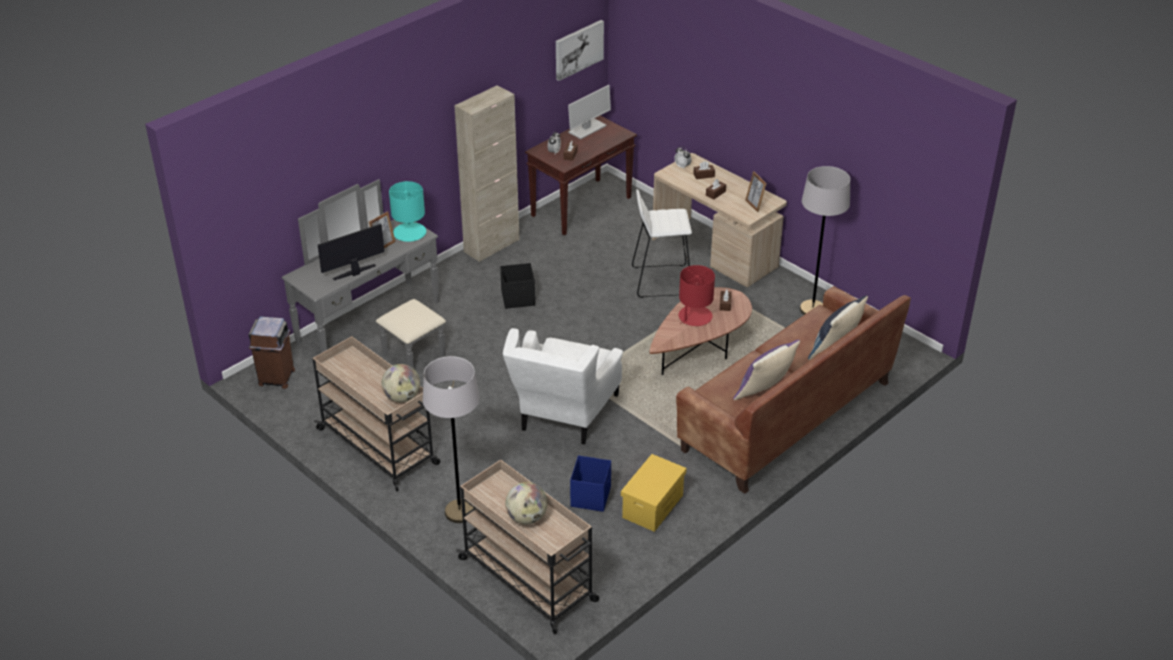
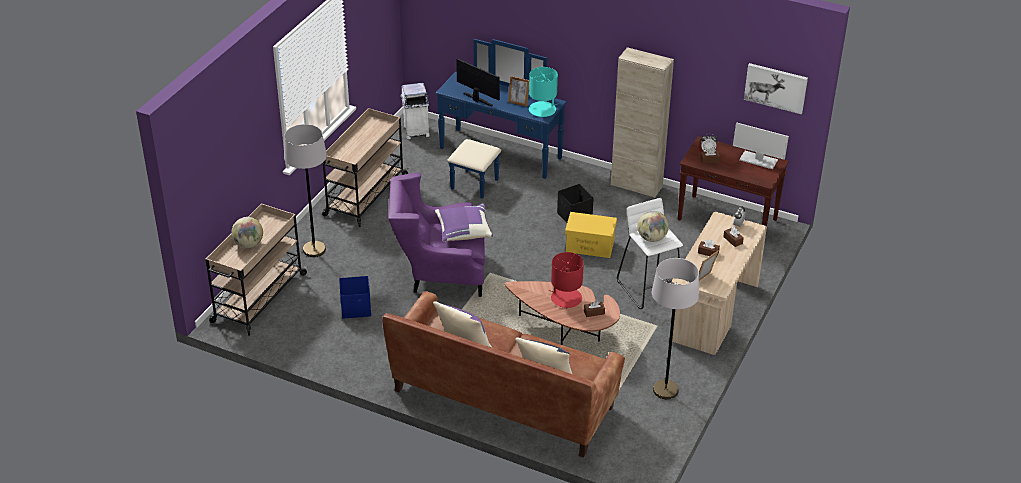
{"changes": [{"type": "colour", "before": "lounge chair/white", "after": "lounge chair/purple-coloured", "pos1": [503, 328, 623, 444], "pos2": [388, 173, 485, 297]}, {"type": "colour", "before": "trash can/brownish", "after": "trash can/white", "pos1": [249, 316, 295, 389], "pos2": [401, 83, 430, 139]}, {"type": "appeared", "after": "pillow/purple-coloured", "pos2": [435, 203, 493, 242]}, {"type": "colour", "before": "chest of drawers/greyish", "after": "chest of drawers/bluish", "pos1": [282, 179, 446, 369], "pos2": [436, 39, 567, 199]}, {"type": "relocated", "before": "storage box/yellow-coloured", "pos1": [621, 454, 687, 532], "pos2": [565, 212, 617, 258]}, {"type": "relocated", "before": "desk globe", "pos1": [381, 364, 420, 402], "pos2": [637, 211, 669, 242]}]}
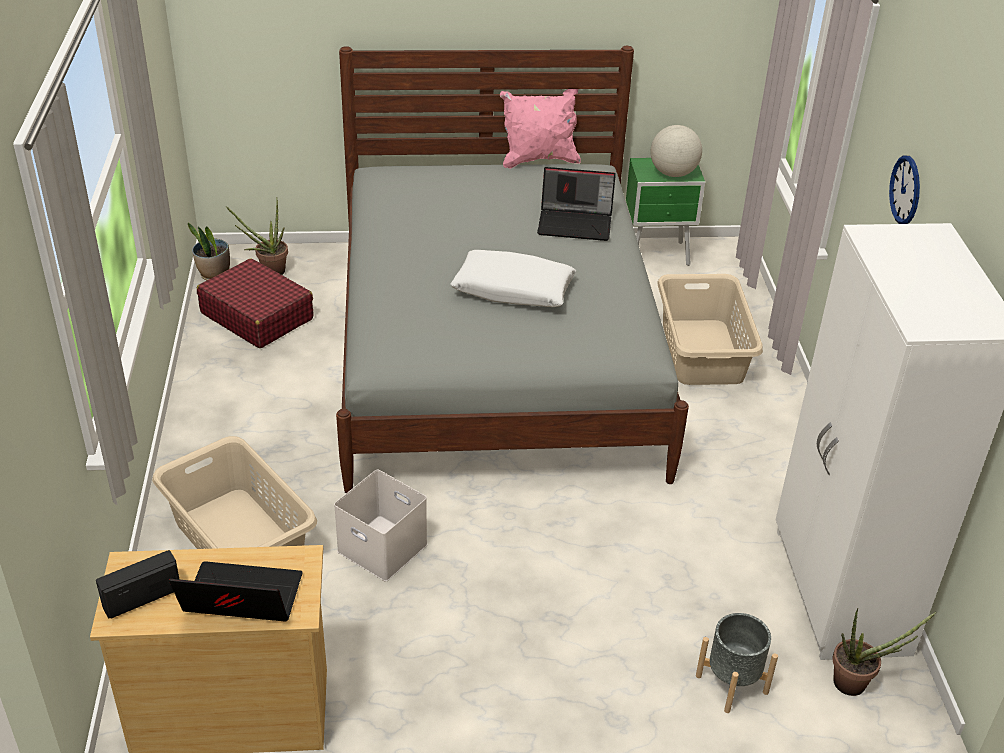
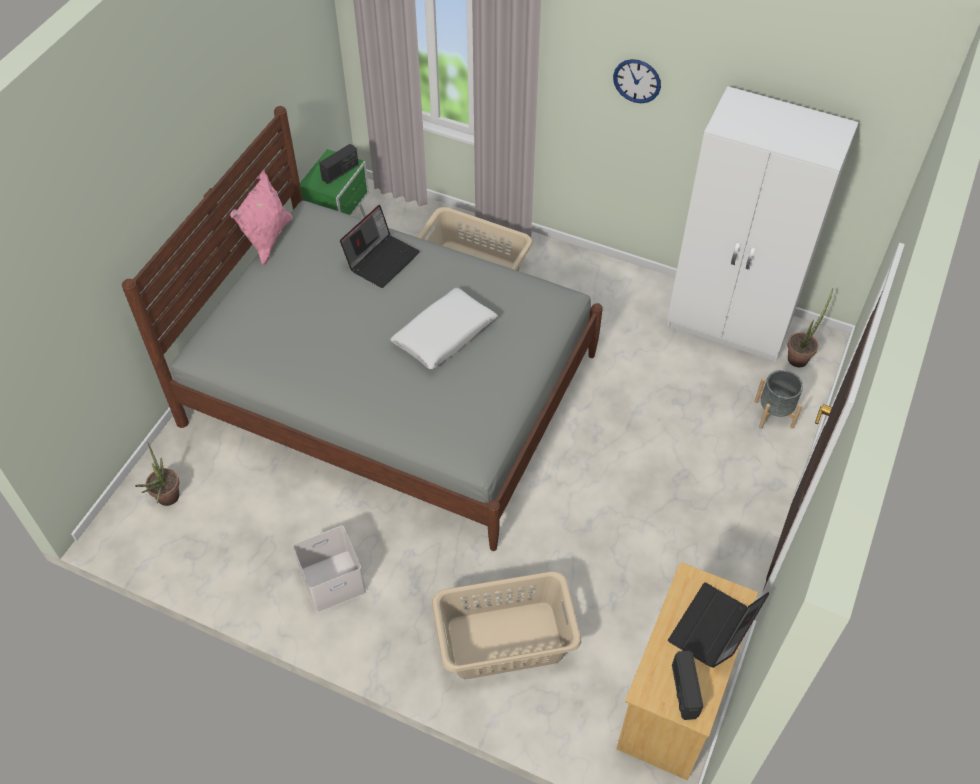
{"changes": [{"type": "relocated", "before": "storage box/white", "pos1": [334, 469, 428, 581], "pos2": [293, 526, 366, 613]}, {"type": "exchanged", "before": "desk globe", "after": "radio set", "pos1": [650, 125, 702, 177], "pos2": [319, 144, 359, 184]}, {"type": "missing", "before": "potted plant", "pos1": [188, 223, 230, 280]}, {"type": "missing", "before": "travel case/red", "pos1": [197, 258, 313, 348]}]}
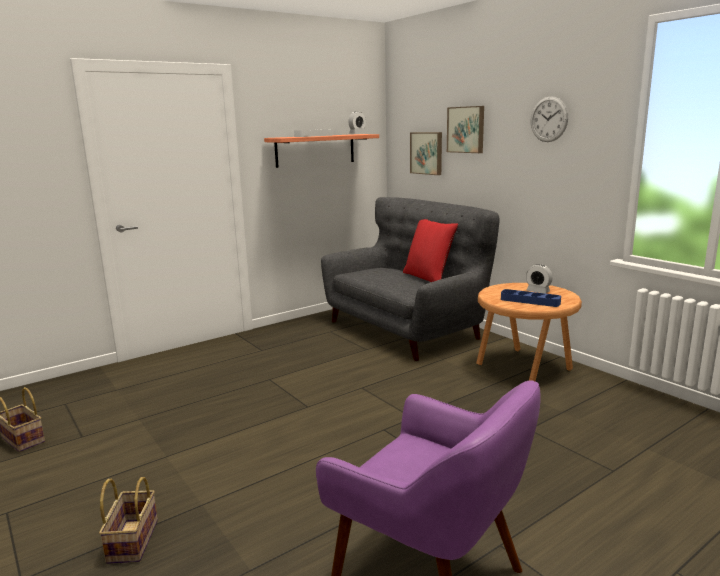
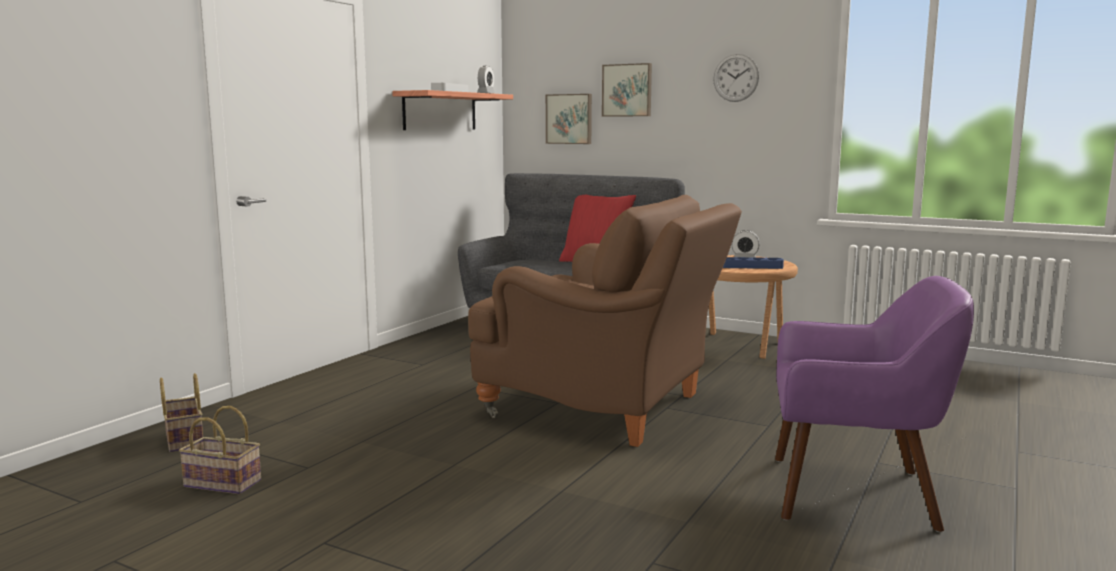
{"changes": [{"type": "relocated", "before": "basket", "pos1": [99, 477, 158, 564], "pos2": [160, 373, 203, 452]}, {"type": "appeared", "after": "lounge chair/brownish", "pos2": [468, 195, 742, 447]}]}
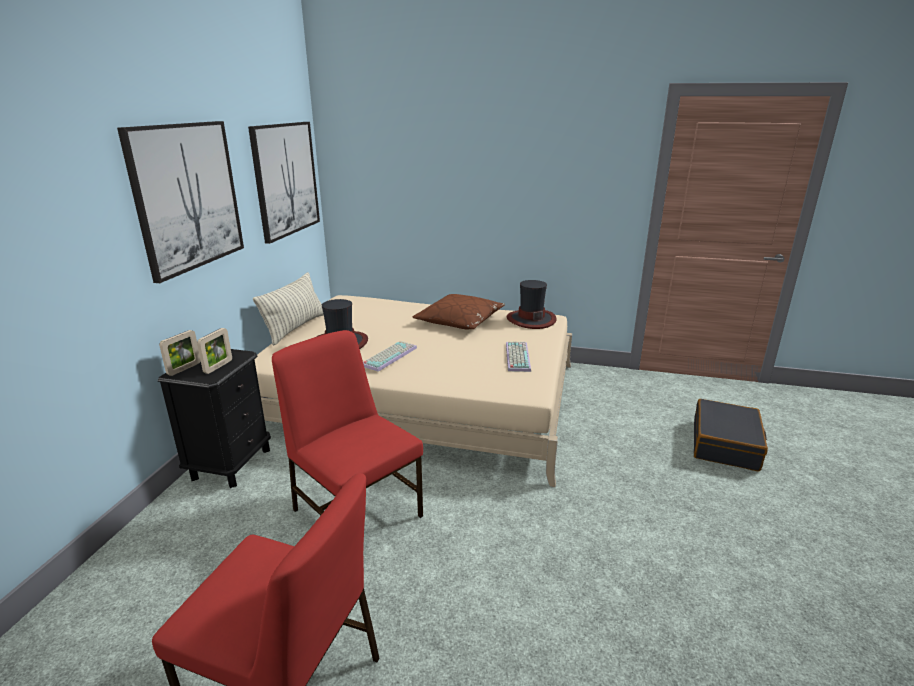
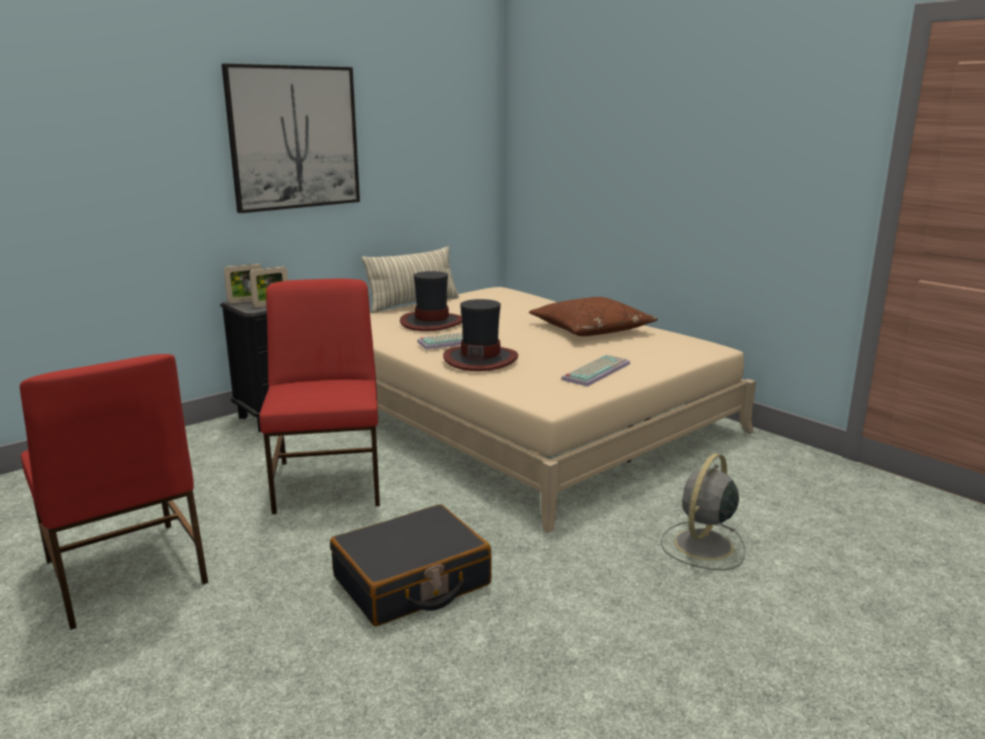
{"changes": [{"type": "relocated", "before": "travel case/black-coloured", "pos1": [694, 399, 768, 472], "pos2": [330, 504, 492, 626]}, {"type": "relocated", "before": "hat", "pos1": [507, 280, 557, 329], "pos2": [443, 299, 518, 371]}, {"type": "appeared", "after": "cooling fan/greyish", "pos2": [660, 453, 745, 570]}, {"type": "missing", "before": "wall art", "pos1": [248, 122, 320, 244]}]}
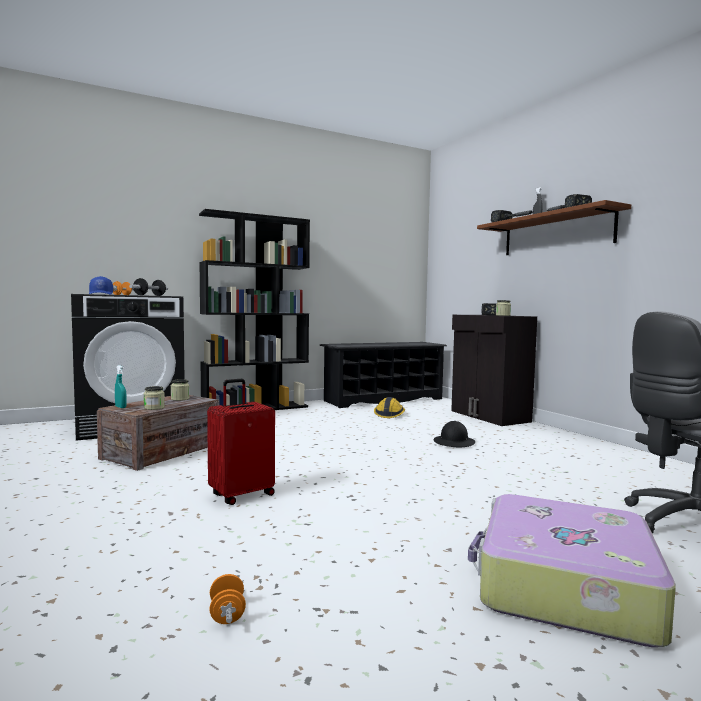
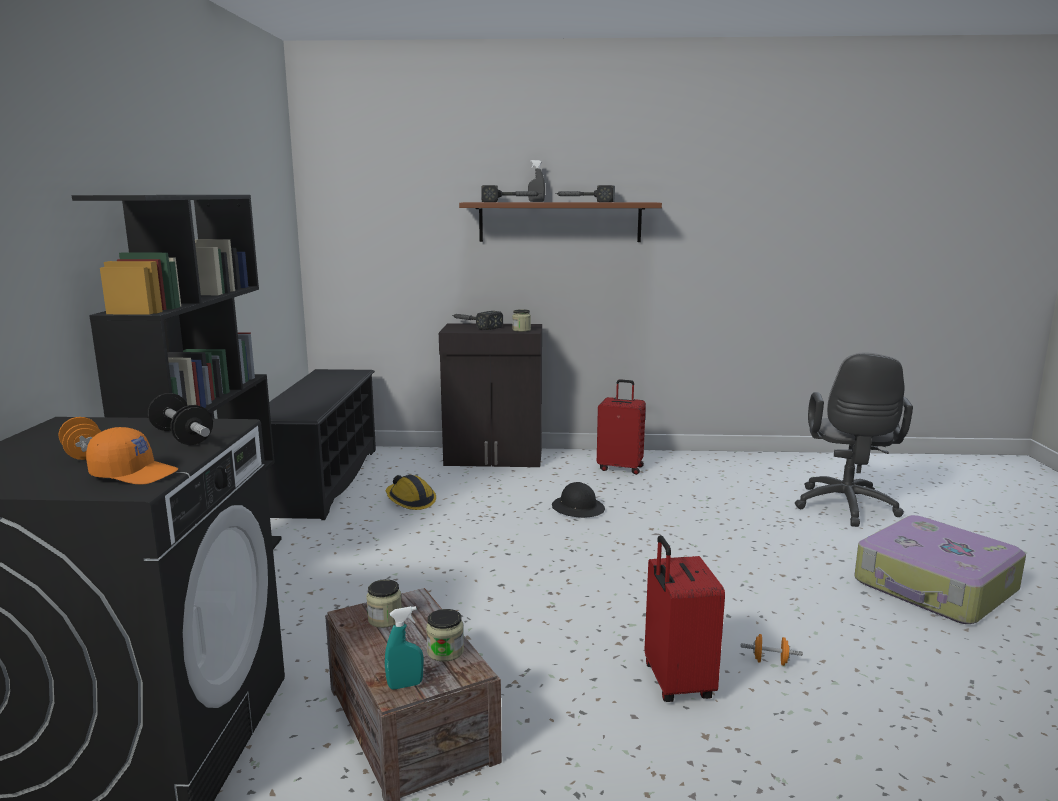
{"changes": [{"type": "colour", "before": "cap/bluish", "after": "cap/orange-coloured", "pos1": [89, 276, 113, 295], "pos2": [86, 427, 178, 484]}, {"type": "appeared", "after": "travel case/red", "pos2": [597, 379, 646, 475]}, {"type": "relocated", "before": "hand weight/orange-coloured", "pos1": [209, 574, 246, 624], "pos2": [741, 634, 803, 666]}]}
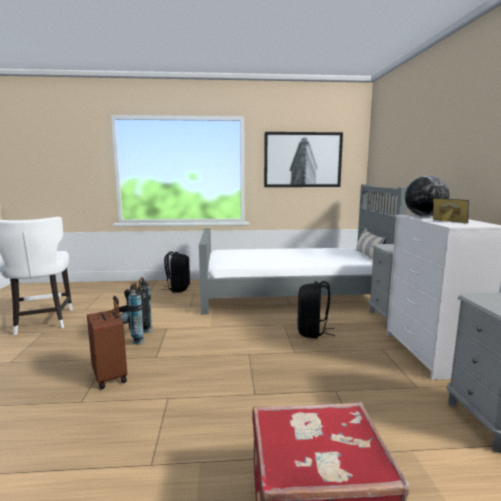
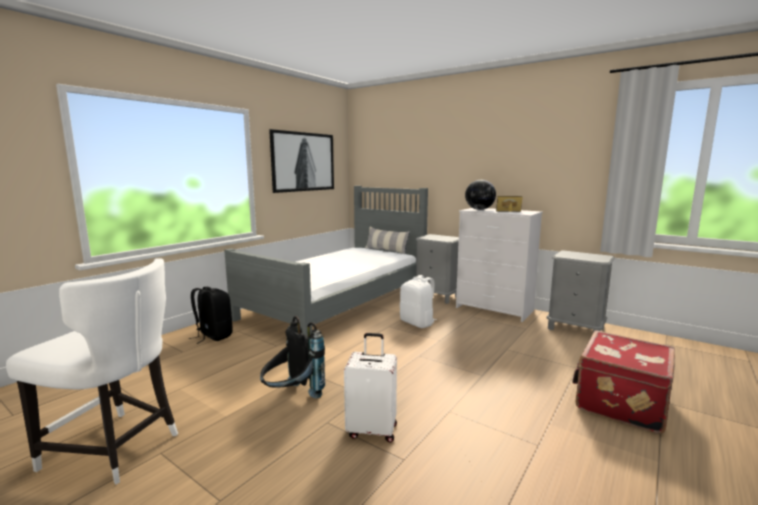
{"changes": [{"type": "colour", "before": "travel case/brownish", "after": "travel case/white", "pos1": [87, 296, 127, 389], "pos2": [344, 333, 397, 442]}, {"type": "colour", "before": "knapsack/black-coloured", "after": "knapsack/white", "pos1": [298, 281, 335, 338], "pos2": [400, 275, 437, 328]}]}
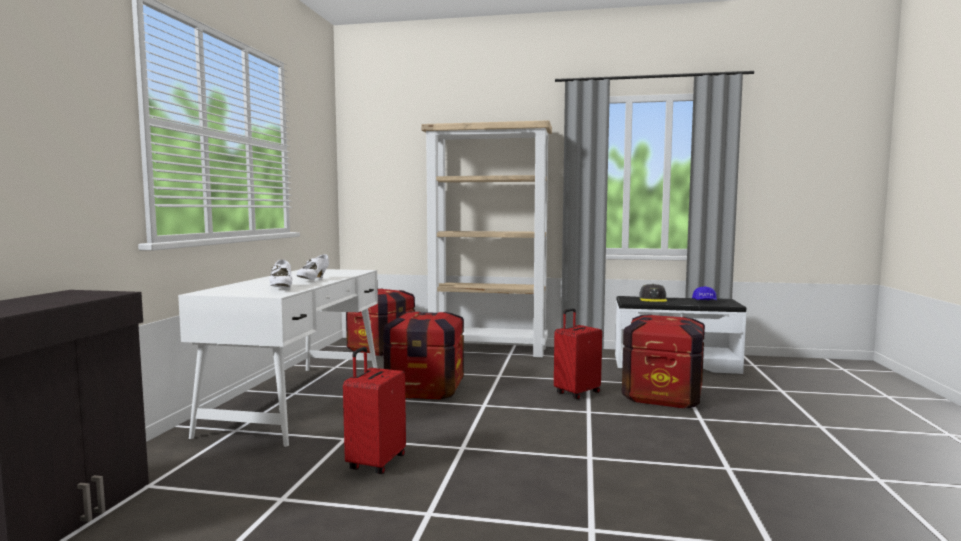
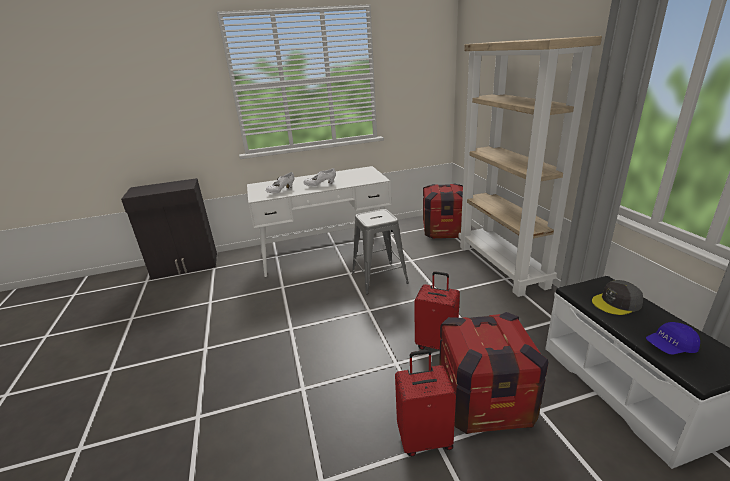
{"changes": [{"type": "exchanged", "before": "crate", "after": "stool/greyish", "pos1": [383, 311, 464, 399], "pos2": [352, 209, 409, 294]}, {"type": "relocated", "before": "travel case/red", "pos1": [343, 347, 406, 474], "pos2": [395, 350, 456, 456]}]}
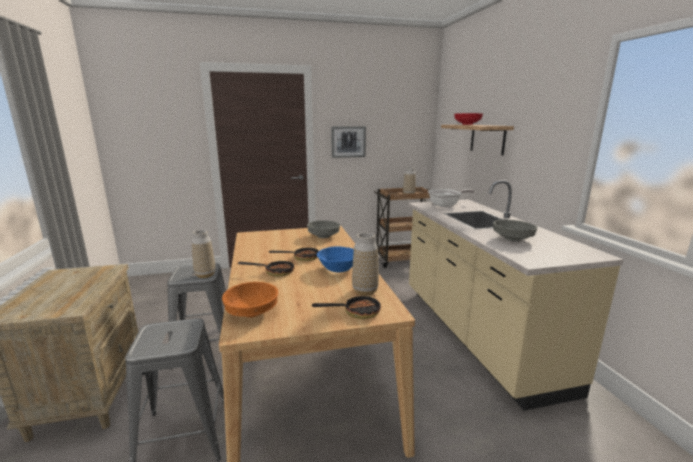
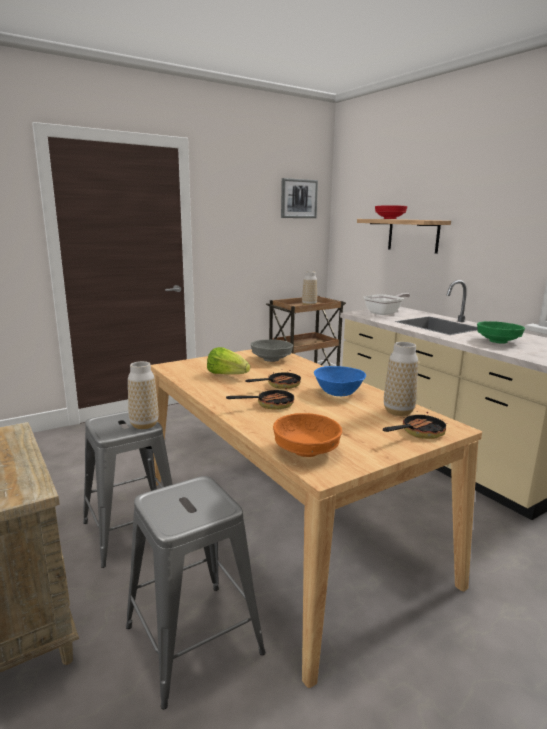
{"changes": [{"type": "appeared", "after": "lettuce head", "pos2": [207, 347, 250, 374]}, {"type": "relocated", "before": "wall art", "pos1": [331, 126, 366, 158], "pos2": [281, 178, 318, 218]}, {"type": "colour", "before": "deep dish/greyish", "after": "deep dish/green-coloured", "pos1": [493, 220, 538, 242], "pos2": [477, 321, 525, 343]}]}
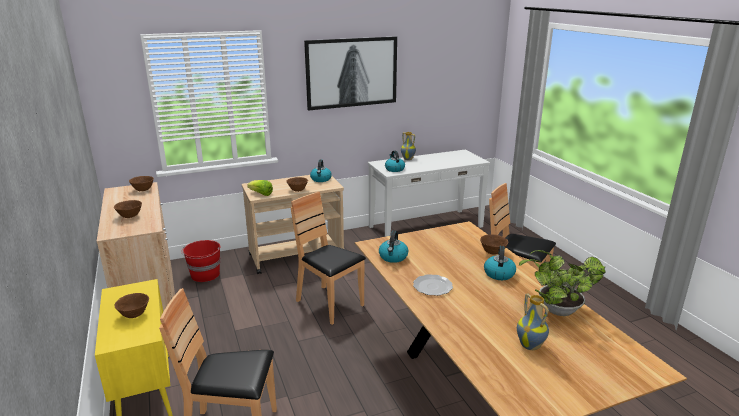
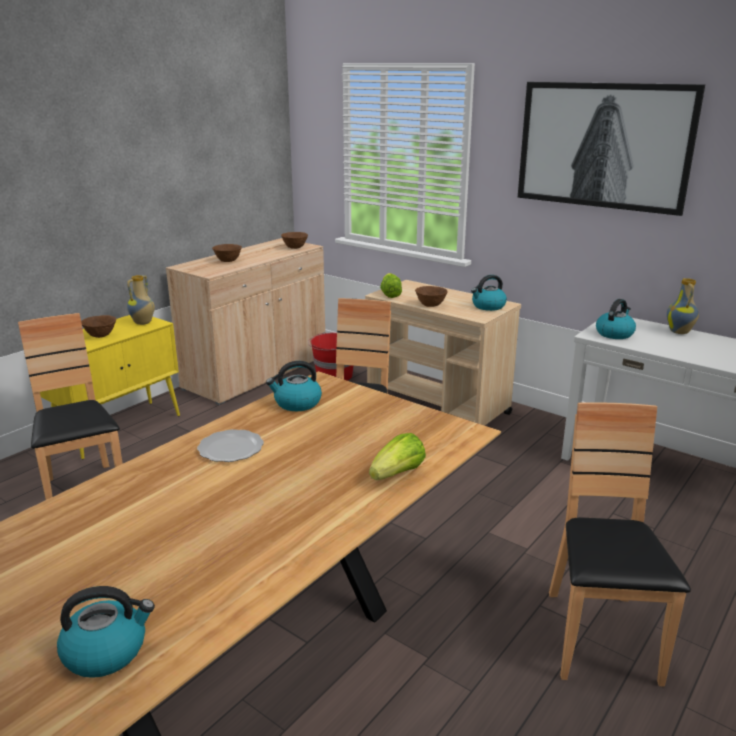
{"changes": [{"type": "relocated", "before": "kettle", "pos1": [484, 246, 516, 280], "pos2": [57, 586, 155, 678]}, {"type": "relocated", "before": "vase", "pos1": [517, 293, 549, 350], "pos2": [127, 275, 155, 325]}, {"type": "exchanged", "before": "deep dish/brownish", "after": "lettuce head", "pos1": [480, 234, 508, 255], "pos2": [369, 433, 426, 480]}, {"type": "missing", "before": "potted plant", "pos1": [519, 250, 606, 316]}]}
